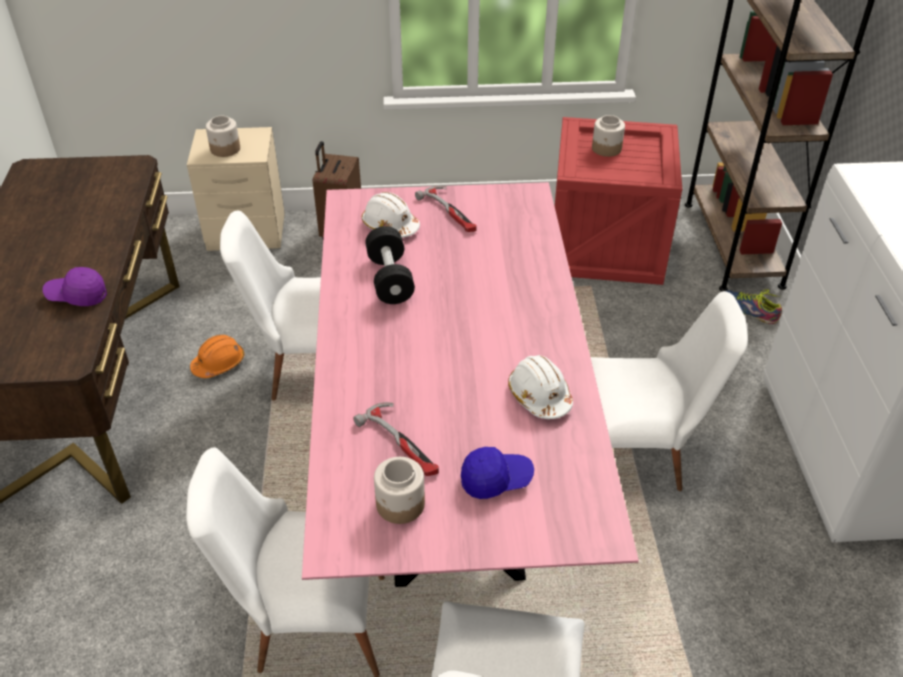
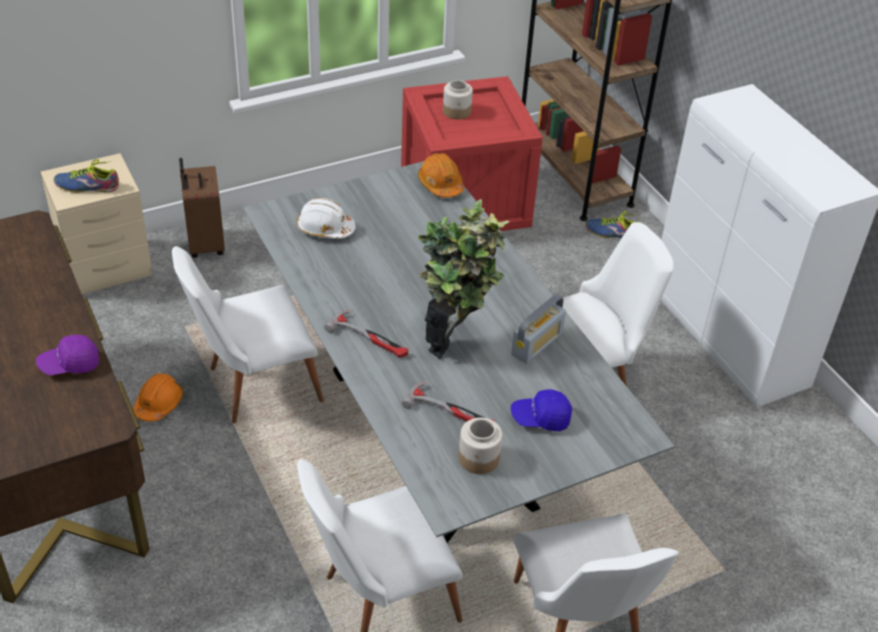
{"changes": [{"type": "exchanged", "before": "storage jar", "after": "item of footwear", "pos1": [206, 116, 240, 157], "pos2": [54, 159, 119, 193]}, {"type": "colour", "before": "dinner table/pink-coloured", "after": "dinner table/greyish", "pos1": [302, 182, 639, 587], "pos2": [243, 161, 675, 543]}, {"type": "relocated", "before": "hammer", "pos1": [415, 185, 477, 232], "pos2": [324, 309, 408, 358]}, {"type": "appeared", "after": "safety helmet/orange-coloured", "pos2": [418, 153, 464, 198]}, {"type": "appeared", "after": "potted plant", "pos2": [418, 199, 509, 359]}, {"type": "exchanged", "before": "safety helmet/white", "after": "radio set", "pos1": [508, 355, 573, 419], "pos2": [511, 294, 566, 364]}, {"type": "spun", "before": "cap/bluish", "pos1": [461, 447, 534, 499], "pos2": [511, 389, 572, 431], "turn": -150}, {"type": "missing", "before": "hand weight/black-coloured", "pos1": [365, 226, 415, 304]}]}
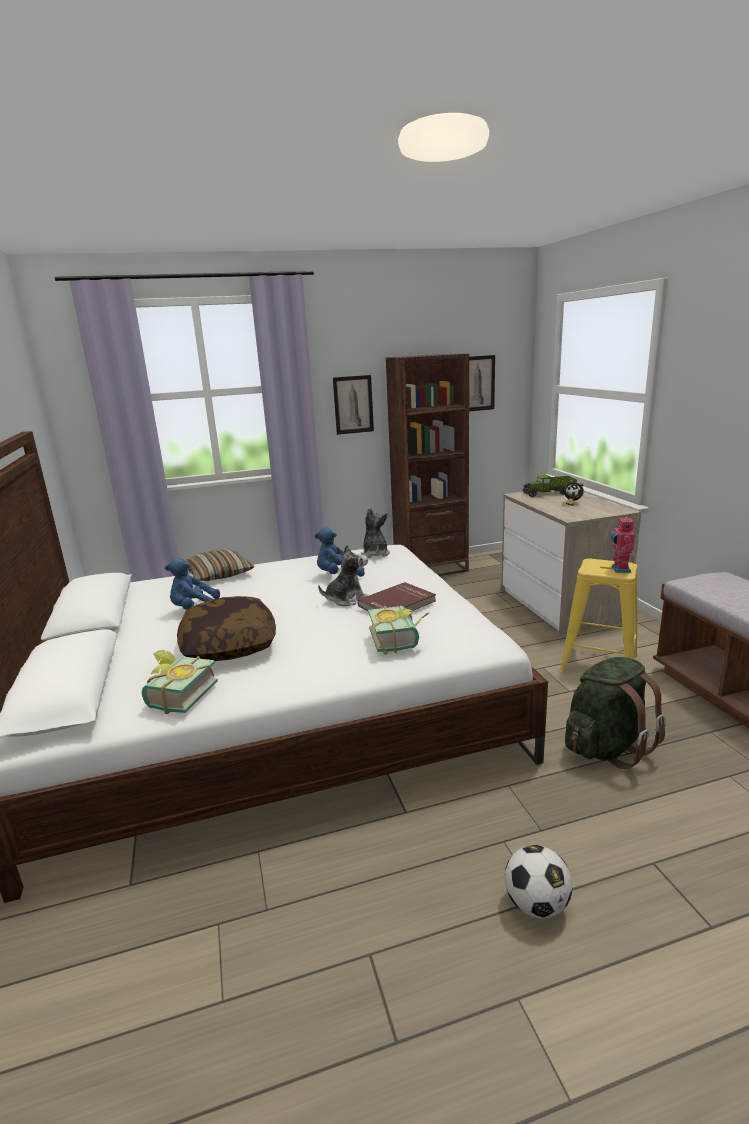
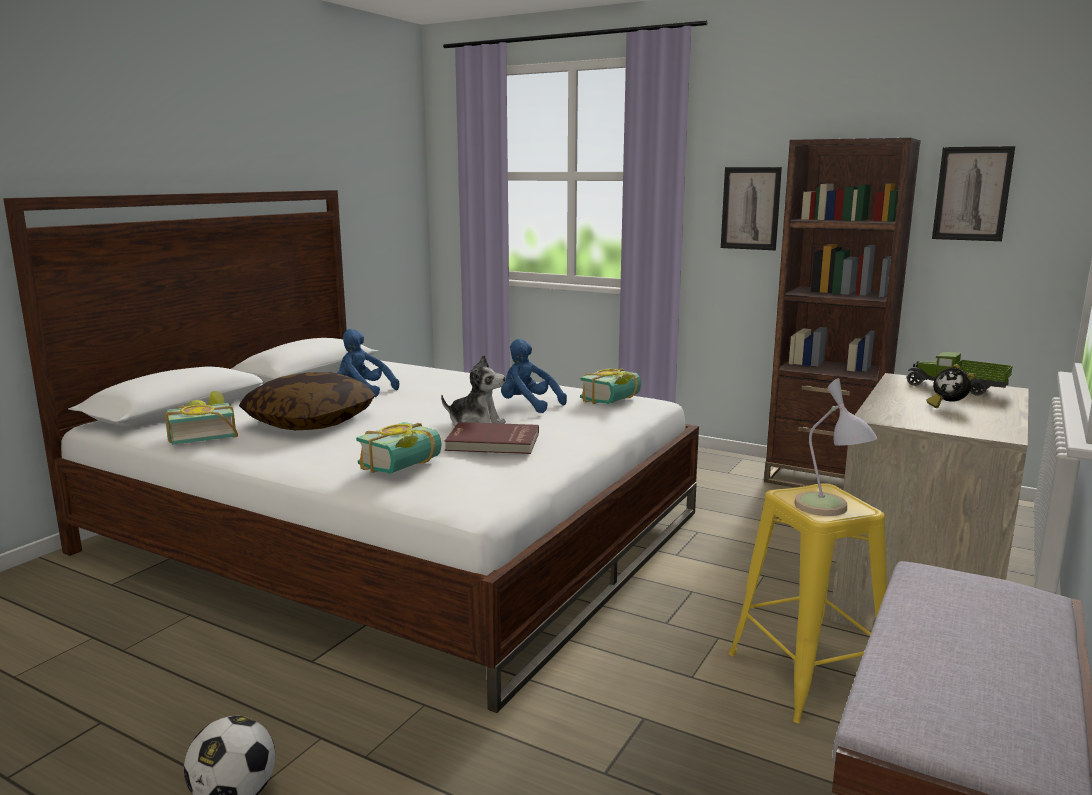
{"changes": [{"type": "exchanged", "before": "cuddly toy", "after": "volume", "pos1": [361, 508, 390, 558], "pos2": [580, 368, 641, 404]}, {"type": "exchanged", "before": "robot figure", "after": "lamp for a table", "pos1": [610, 516, 635, 573], "pos2": [794, 378, 878, 516]}, {"type": "missing", "before": "pillow", "pos1": [185, 549, 255, 581]}, {"type": "missing", "before": "knapsack/green-coloured", "pos1": [565, 657, 666, 769]}]}
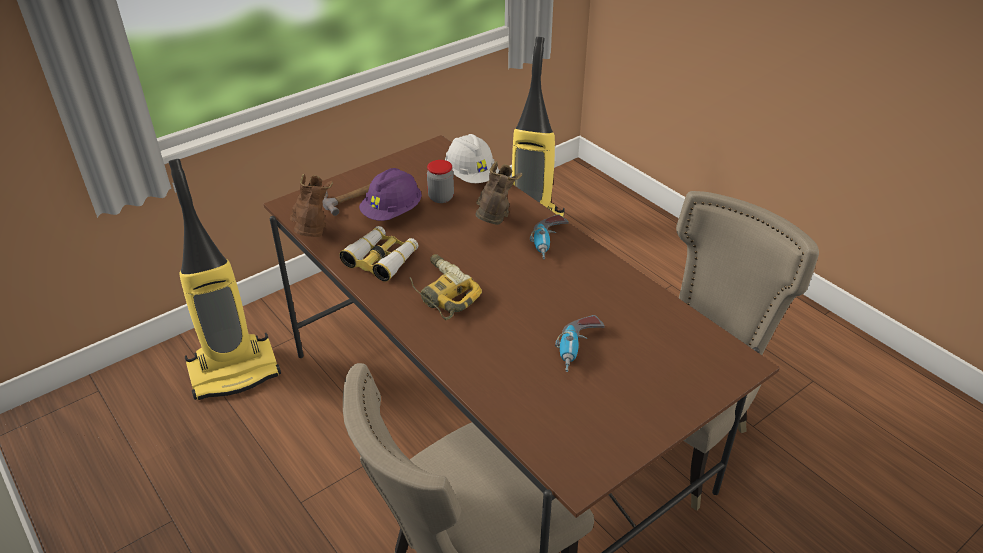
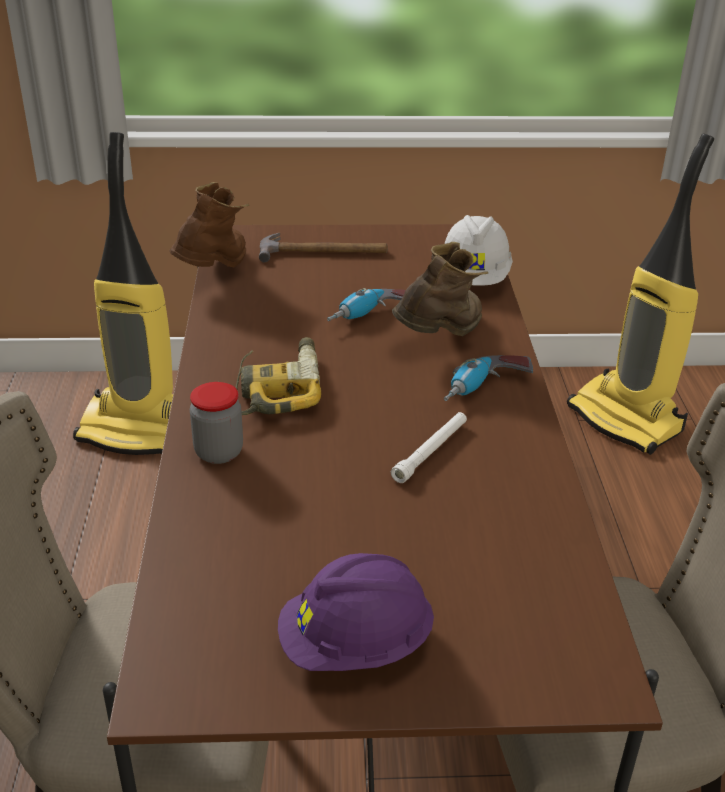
{"changes": [{"type": "relocated", "before": "storage jar", "pos1": [427, 160, 454, 203], "pos2": [190, 382, 243, 464]}, {"type": "relocated", "before": "safety helmet/purple-coloured", "pos1": [359, 168, 422, 221], "pos2": [278, 553, 434, 671]}, {"type": "relocated", "before": "power drill", "pos1": [555, 315, 605, 372], "pos2": [327, 288, 405, 321]}, {"type": "appeared", "after": "hand torch/white", "pos2": [391, 412, 467, 483]}, {"type": "missing", "before": "binoculars", "pos1": [339, 226, 418, 282]}]}
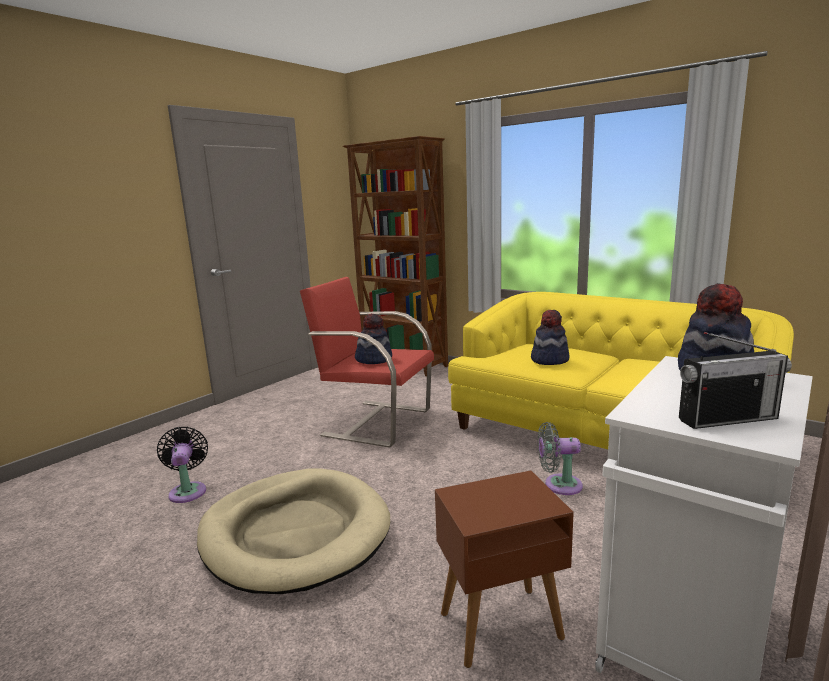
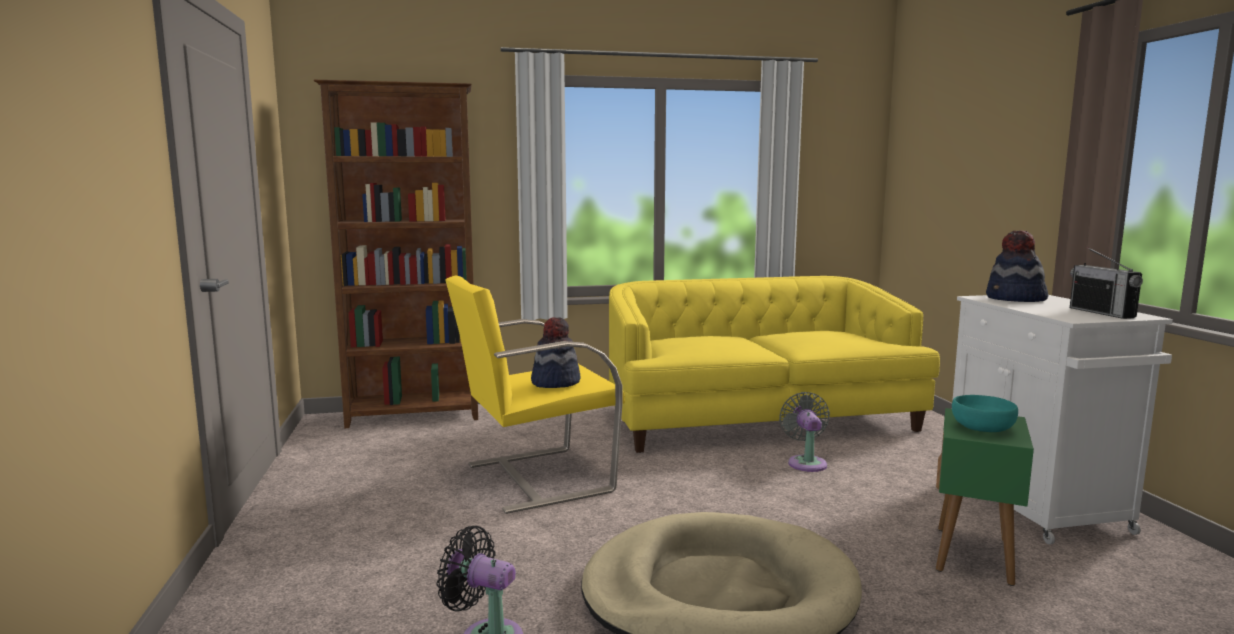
{"changes": [{"type": "colour", "before": "lounge chair/red", "after": "lounge chair/yellow-coloured", "pos1": [300, 277, 434, 448], "pos2": [445, 275, 625, 514]}, {"type": "spun", "before": "cooling fan/greyish", "pos1": [538, 422, 583, 495], "pos2": [779, 392, 830, 472], "turn": 135}, {"type": "colour", "before": "accent table/brownish", "after": "accent table/green-coloured", "pos1": [435, 470, 574, 668], "pos2": [936, 408, 1034, 586]}, {"type": "appeared", "after": "deep dish/turquoise-coloured", "pos2": [952, 395, 1018, 432]}, {"type": "spun", "before": "radio set", "pos1": [679, 332, 792, 429], "pos2": [1070, 247, 1143, 319], "turn": 135}, {"type": "missing", "before": "hat", "pos1": [531, 310, 570, 365]}]}
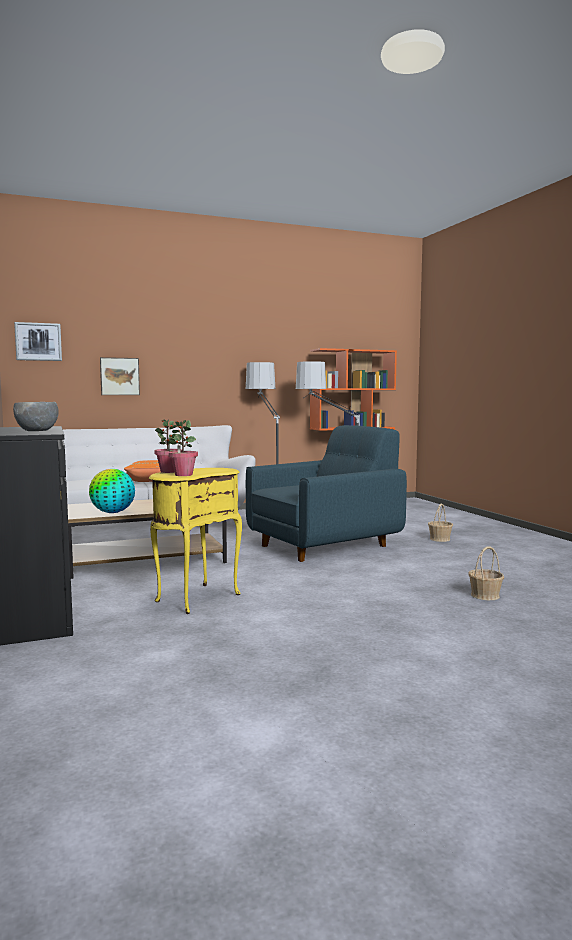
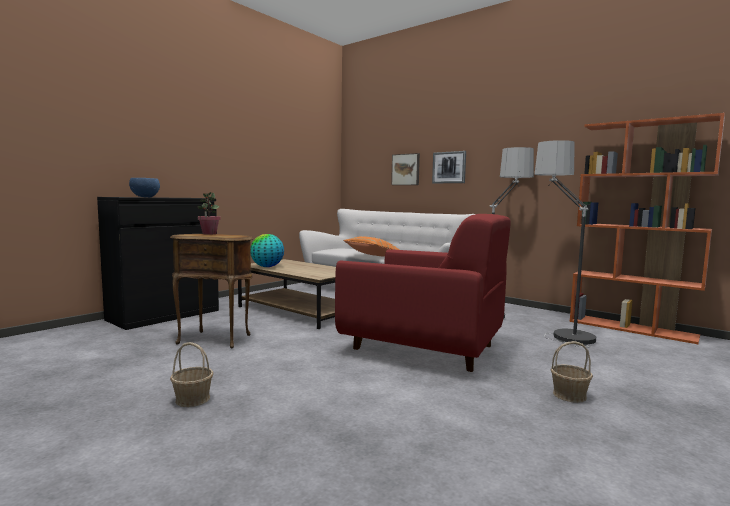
{"changes": [{"type": "colour", "before": "deep dish/greyish", "after": "deep dish/bluish", "pos1": [13, 402, 59, 431], "pos2": [129, 178, 160, 197]}, {"type": "colour", "before": "accent table/yellow-coloured", "after": "accent table/brownish", "pos1": [149, 468, 242, 614], "pos2": [170, 234, 253, 348]}, {"type": "relocated", "before": "basket", "pos1": [468, 546, 504, 600], "pos2": [170, 342, 213, 407]}, {"type": "colour", "before": "lounge chair/bluish", "after": "lounge chair/red", "pos1": [246, 425, 407, 562], "pos2": [335, 214, 511, 372]}, {"type": "relocated", "before": "wall art", "pos1": [14, 322, 62, 361], "pos2": [432, 151, 466, 183]}, {"type": "missing", "before": "potted plant", "pos1": [169, 420, 198, 476]}]}
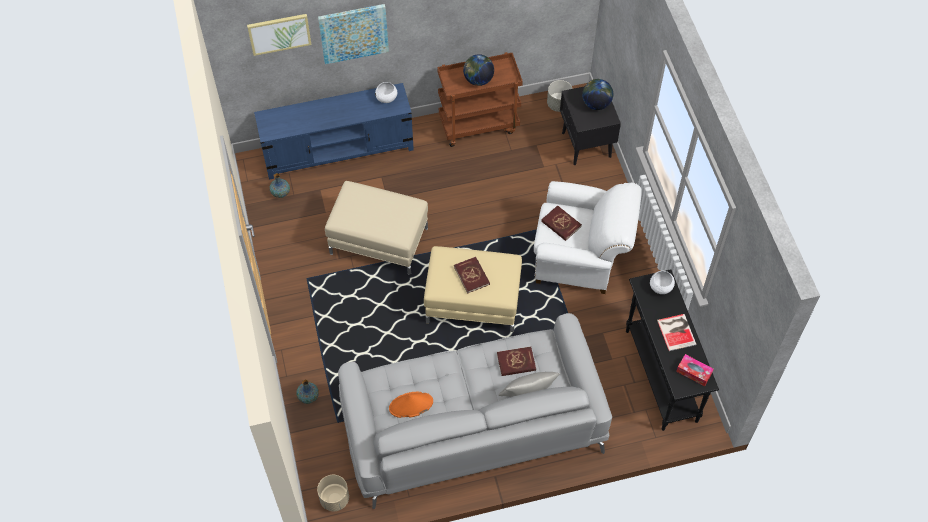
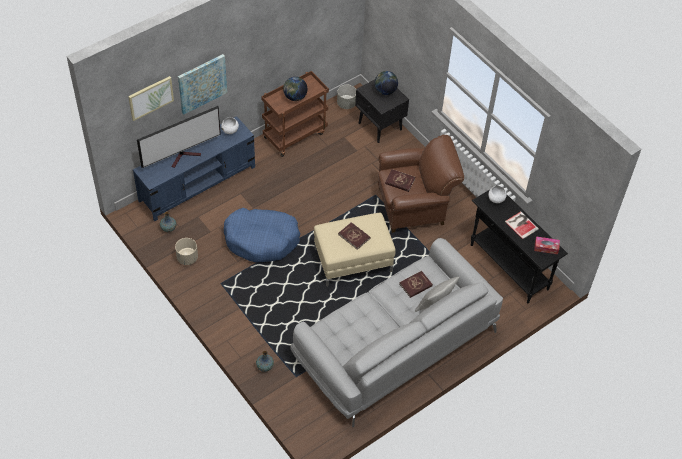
{"changes": [{"type": "appeared", "after": "TV set", "pos2": [137, 106, 221, 168]}, {"type": "relocated", "before": "flower pot/beige", "pos1": [317, 475, 349, 511], "pos2": [175, 238, 198, 265]}, {"type": "exchanged", "before": "pouffe/beige", "after": "dog bed/bluish", "pos1": [325, 181, 428, 275], "pos2": [224, 208, 300, 262]}, {"type": "colour", "before": "lounge chair/white", "after": "lounge chair/brownish", "pos1": [534, 181, 642, 294], "pos2": [378, 135, 464, 233]}, {"type": "missing", "before": "hat/orange-coloured", "pos1": [389, 392, 433, 418]}]}
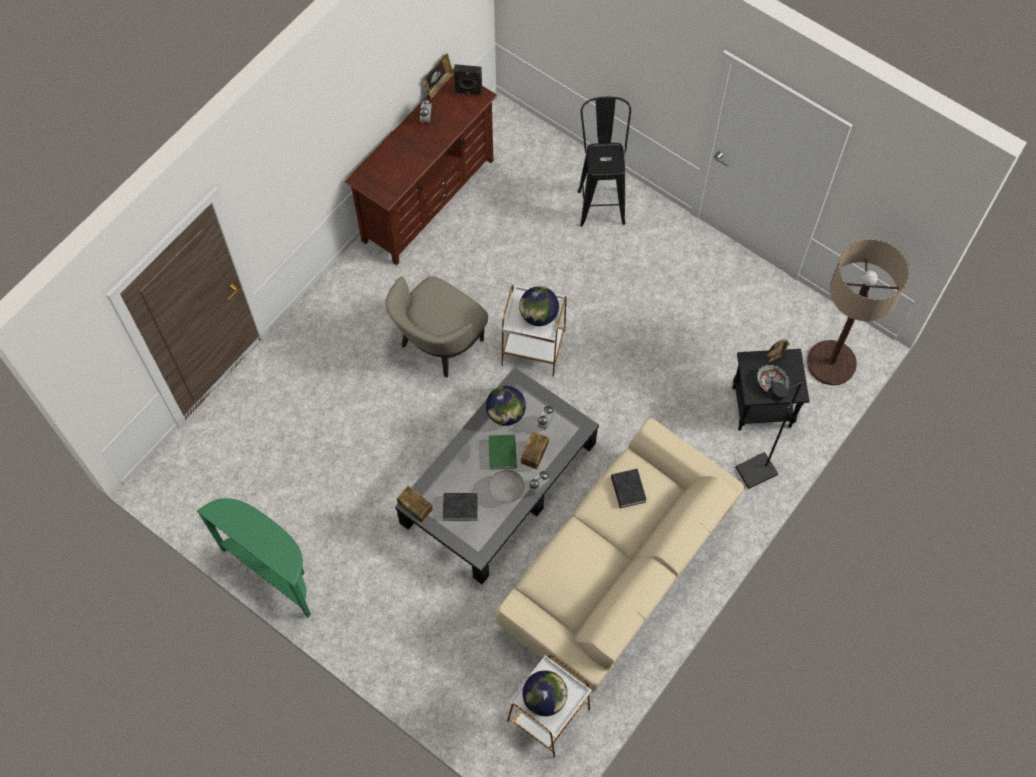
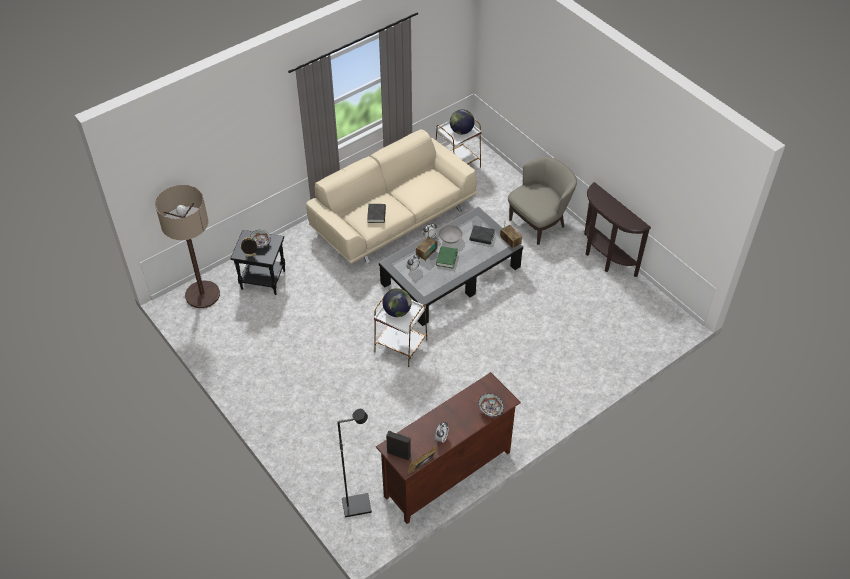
{"changes": [{"type": "relocated", "before": "floor lamp/black-coloured", "pos1": [735, 381, 802, 489], "pos2": [337, 409, 372, 518]}, {"type": "appeared", "after": "deep dish", "pos2": [478, 393, 504, 417]}, {"type": "relocated", "before": "lounge chair/beige", "pos1": [385, 276, 488, 377], "pos2": [508, 157, 577, 245]}, {"type": "colour", "before": "hall table/green-coloured", "after": "hall table/brownish", "pos1": [197, 498, 311, 618], "pos2": [584, 182, 651, 277]}, {"type": "missing", "before": "desk globe", "pos1": [486, 386, 526, 426]}, {"type": "missing", "before": "stool/black-coloured", "pos1": [578, 97, 631, 227]}]}
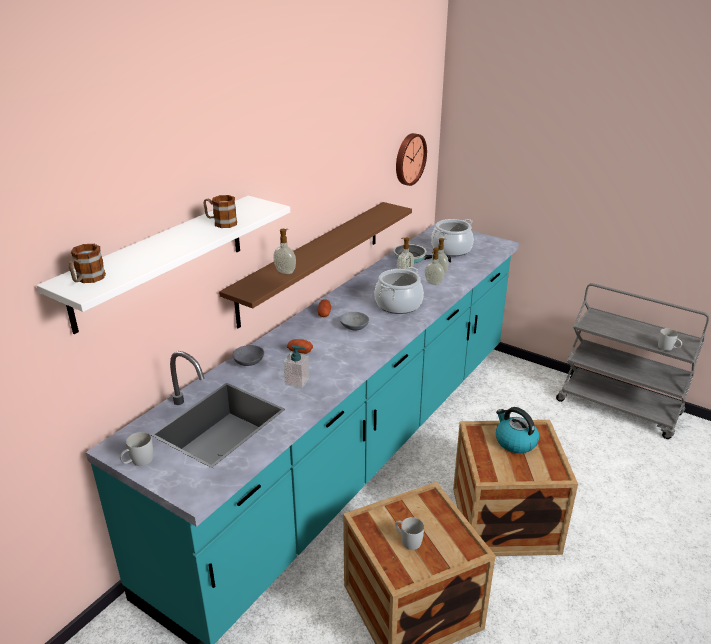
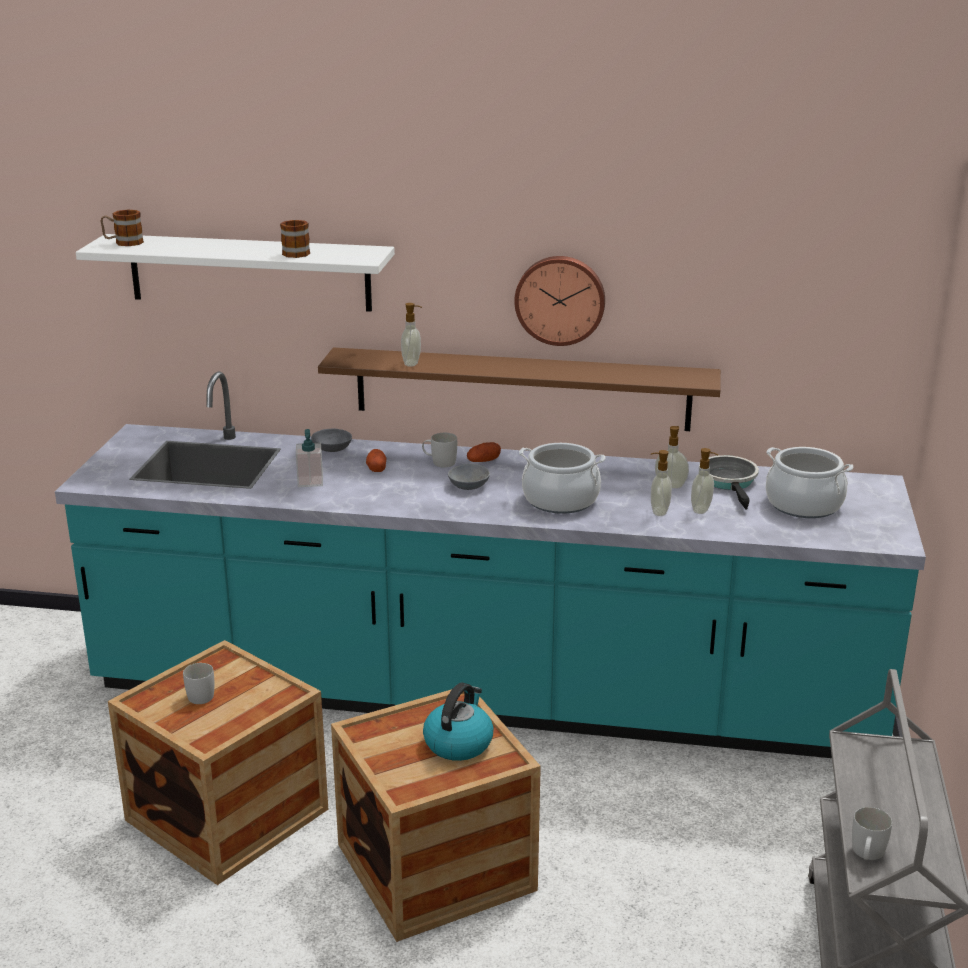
{"changes": [{"type": "relocated", "before": "tea mug/white", "pos1": [120, 432, 153, 466], "pos2": [422, 433, 457, 467]}, {"type": "relocated", "before": "clock on the wall", "pos1": [396, 133, 427, 186], "pos2": [514, 256, 605, 346]}]}
